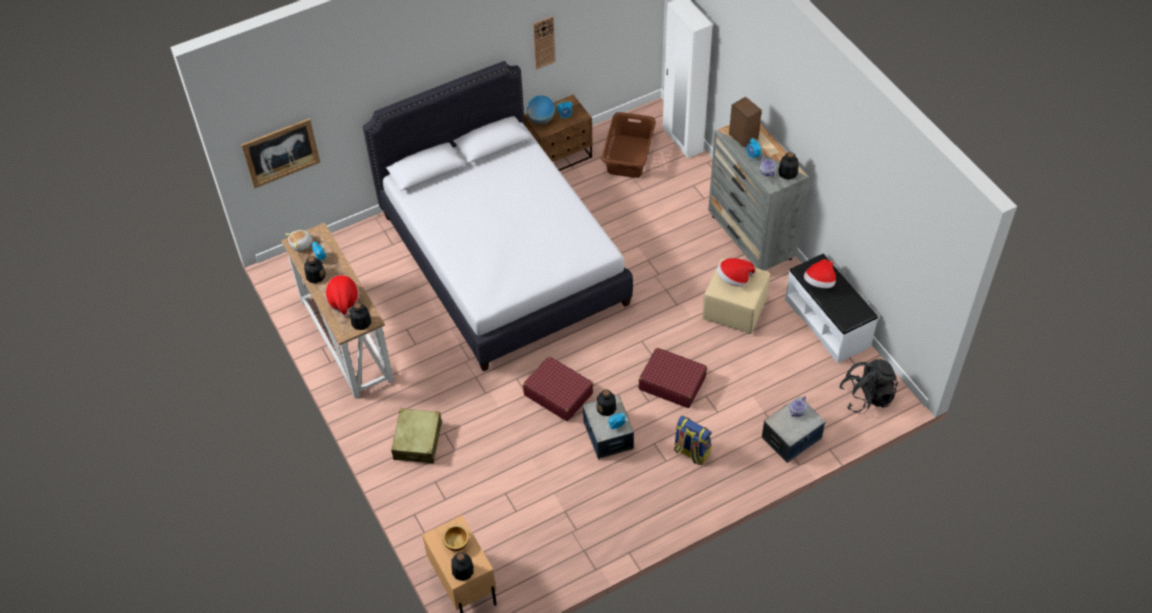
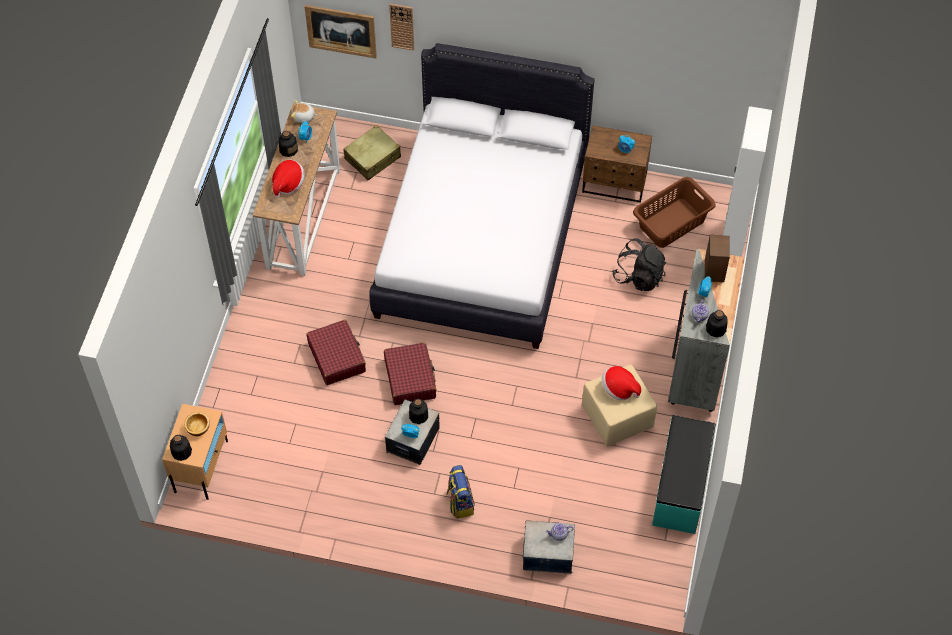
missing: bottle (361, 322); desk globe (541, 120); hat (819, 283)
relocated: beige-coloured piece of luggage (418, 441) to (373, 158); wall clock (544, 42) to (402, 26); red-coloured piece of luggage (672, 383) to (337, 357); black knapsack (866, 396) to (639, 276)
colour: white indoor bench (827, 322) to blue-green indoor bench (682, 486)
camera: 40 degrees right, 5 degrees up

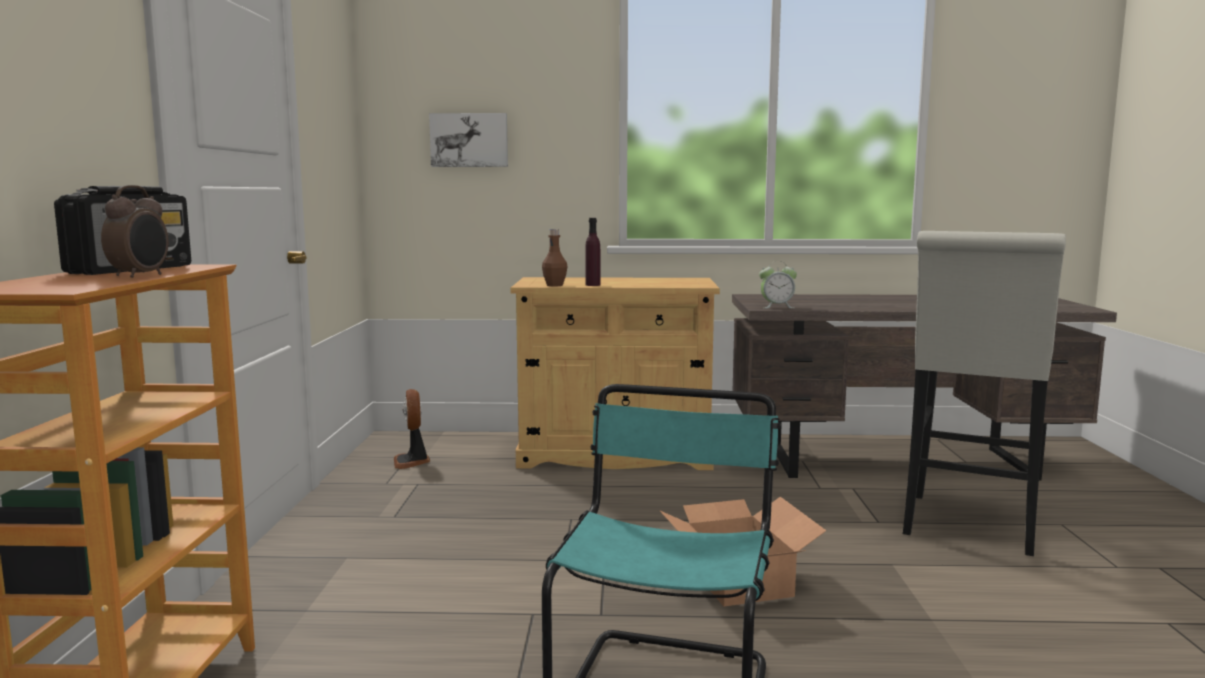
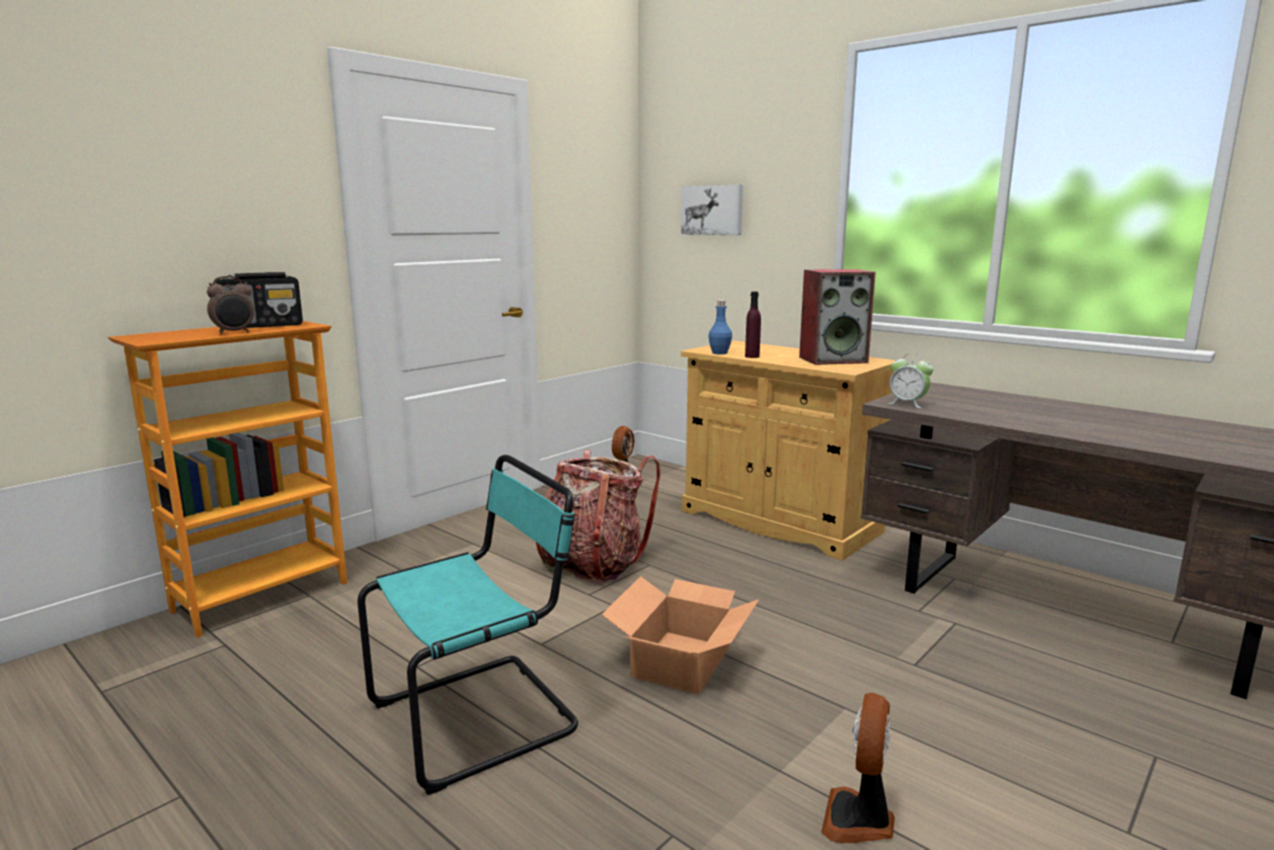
missing: white sitting stool (969, 528)
appeared: knapsack (592, 564); audio speaker (833, 360); cooling fan (859, 820)
colour: brown bottle (554, 285) to blue bottle (719, 353)
camera: 40 degrees right, 5 degrees up

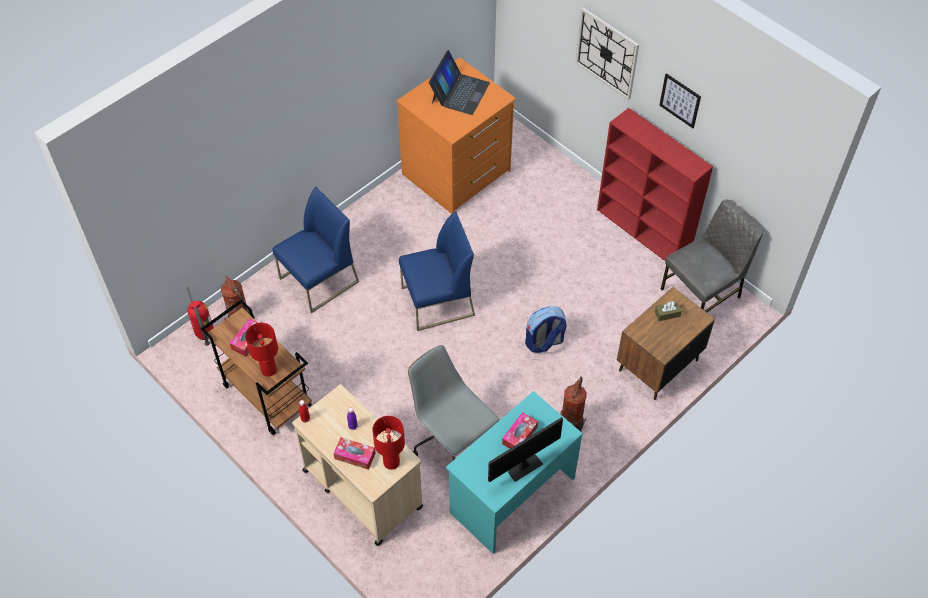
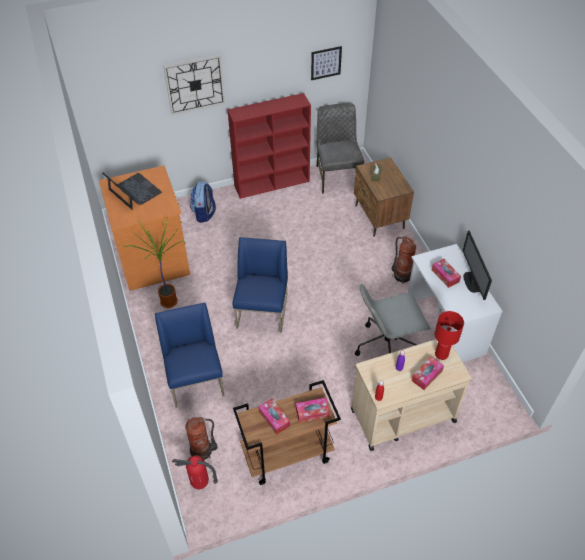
appeared: plant in a pot (167, 302)
relocated: knapsack (544, 342) to (204, 213); wall picture (680, 100) to (326, 63)
exchanged: red-coloured tabletop lamp (269, 370) to tissue box (312, 412)
colour: blue-green desk (511, 494) to white desk (443, 327)
camera: 65 degrees left, 5 degrees down

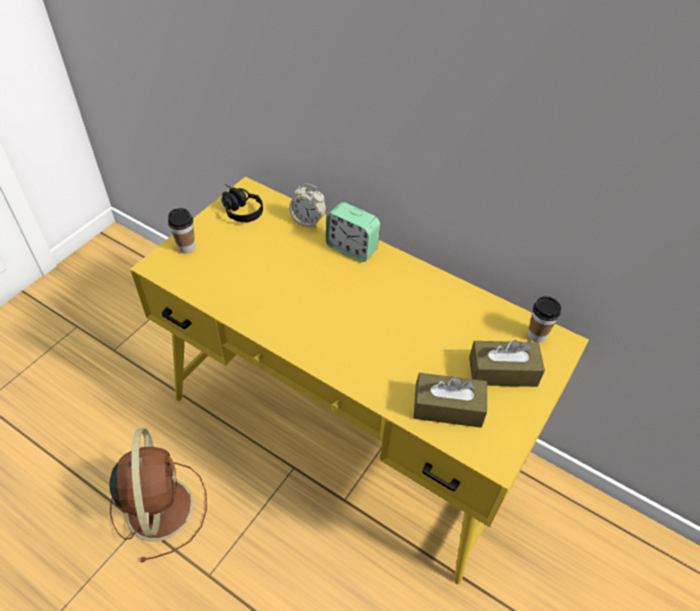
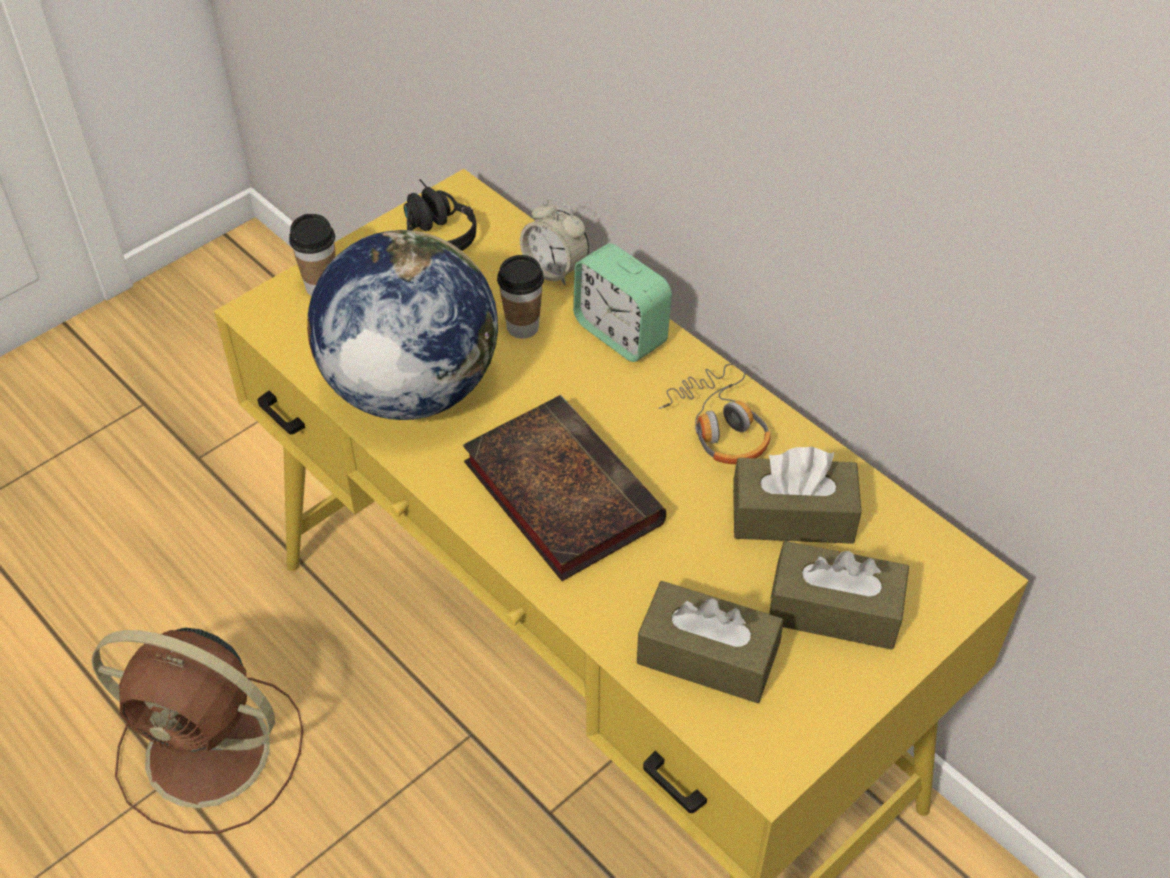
appeared: desk globe (410, 388); bound book (557, 491); headphones (720, 426); brown tissue box (792, 516)
relocated: cup (536, 335) to (522, 327)
spun: brown cooling fan (159, 505) = (213, 753) 105 degrees clockwise
camera: 15 degrees right, 0 degrees up

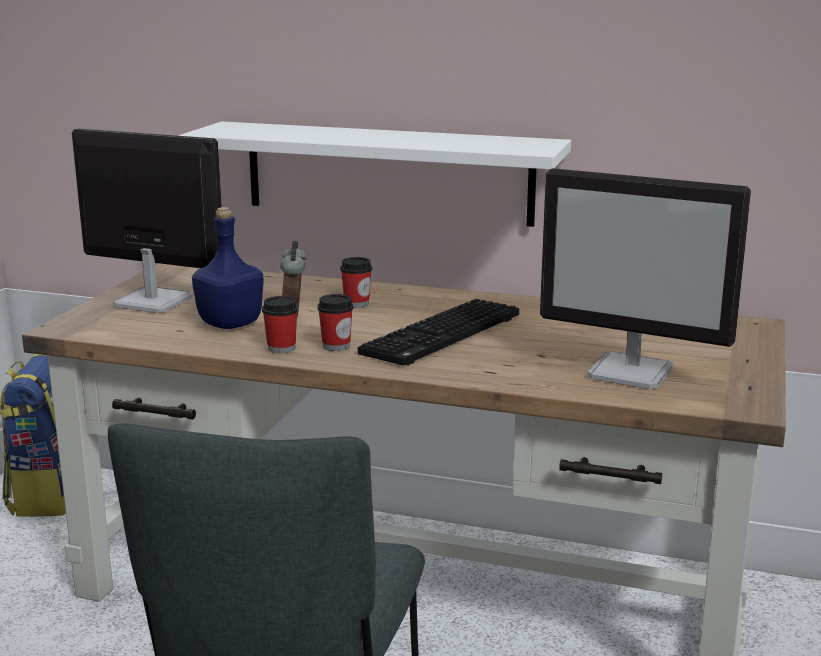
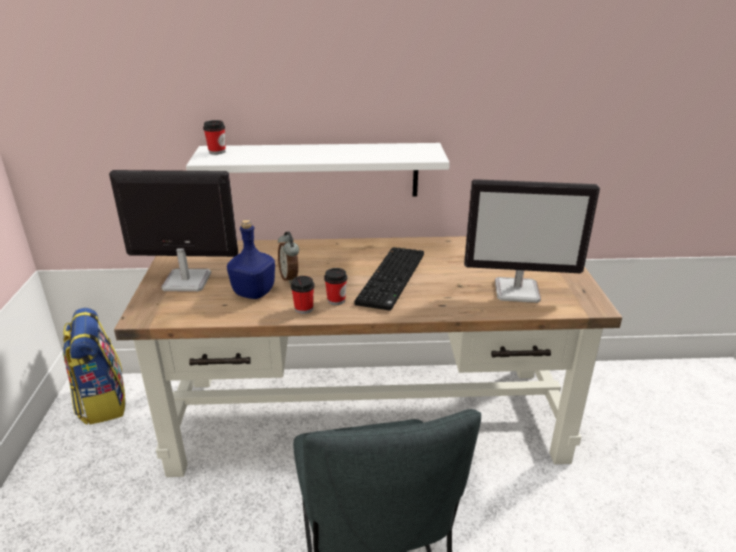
relocated: cup (356, 303) to (217, 152)
camera: 20 degrees left, 10 degrees up

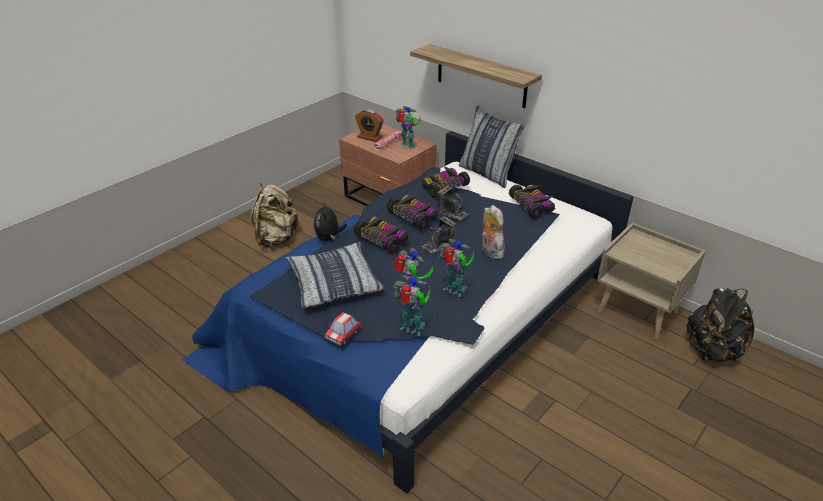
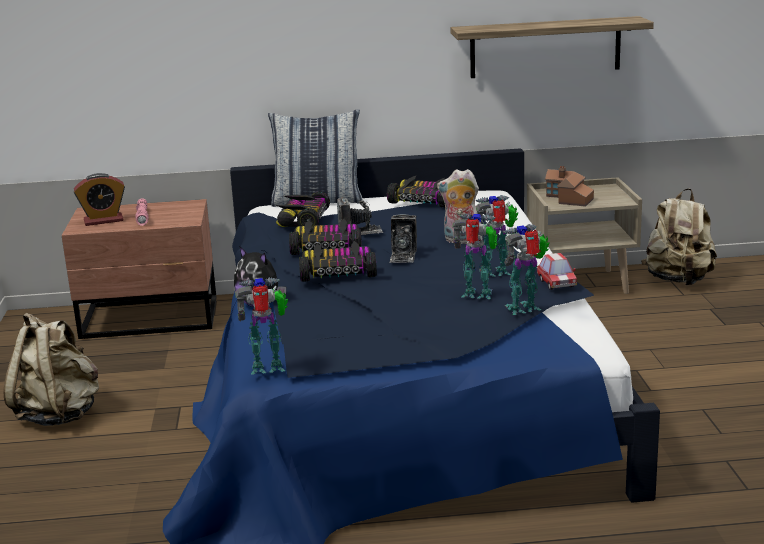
missing: cushion (333, 282)
appeared: model house (568, 199)
relocated: model car (343, 335) to (556, 283); model robot (407, 146) to (269, 368); shelf (481, 76) to (545, 47)
colour: black knapsack (711, 351) to beige-coloured knapsack (678, 281)
camera: 45 degrees left, 15 degrees down

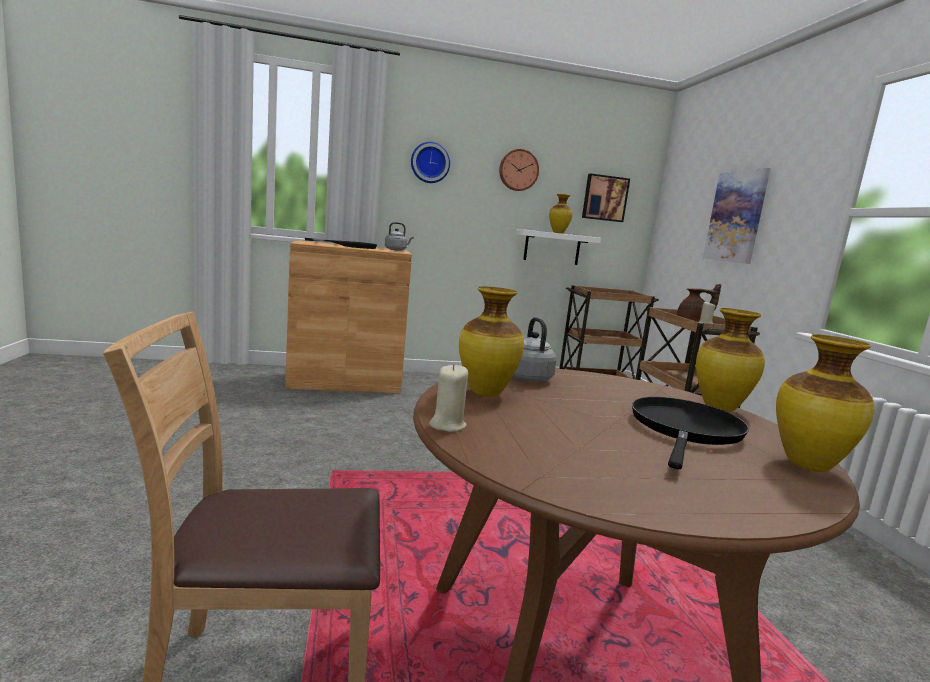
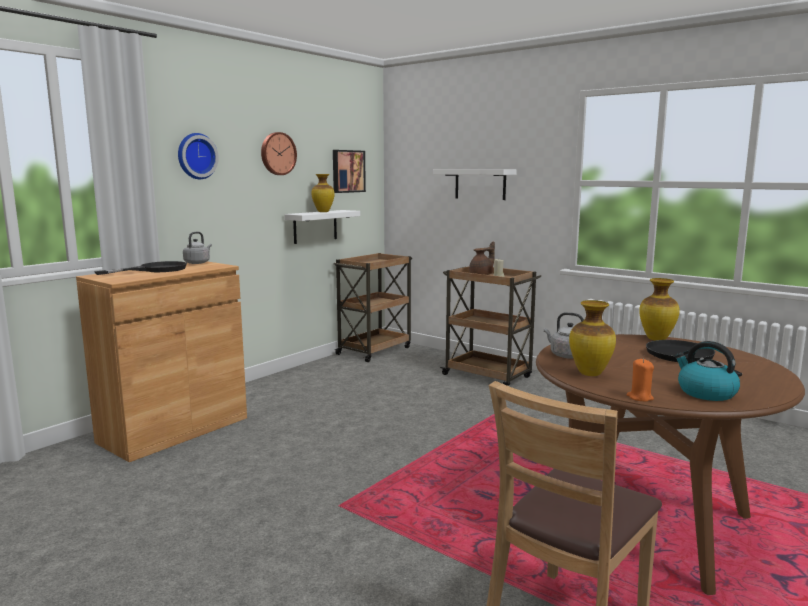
missing: flower vase (809, 465)
appeared: water kettle (705, 393)
exchanged: wall picture (736, 217) to white shelf (480, 184)
colour: beige-coloured wax candle (447, 425) to orange wax candle (640, 397)
camera: 40 degrees left, 0 degrees up

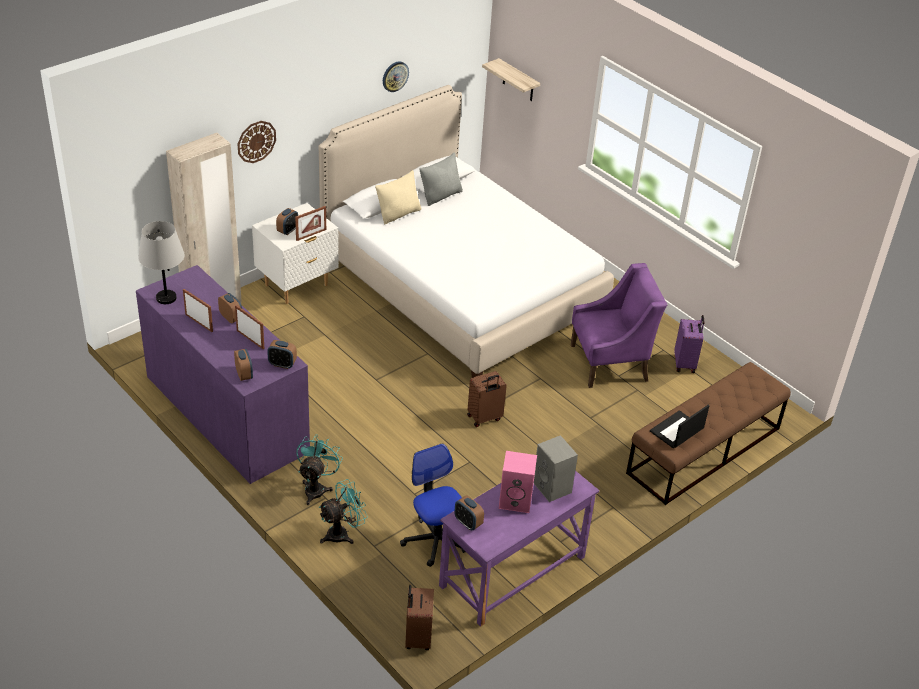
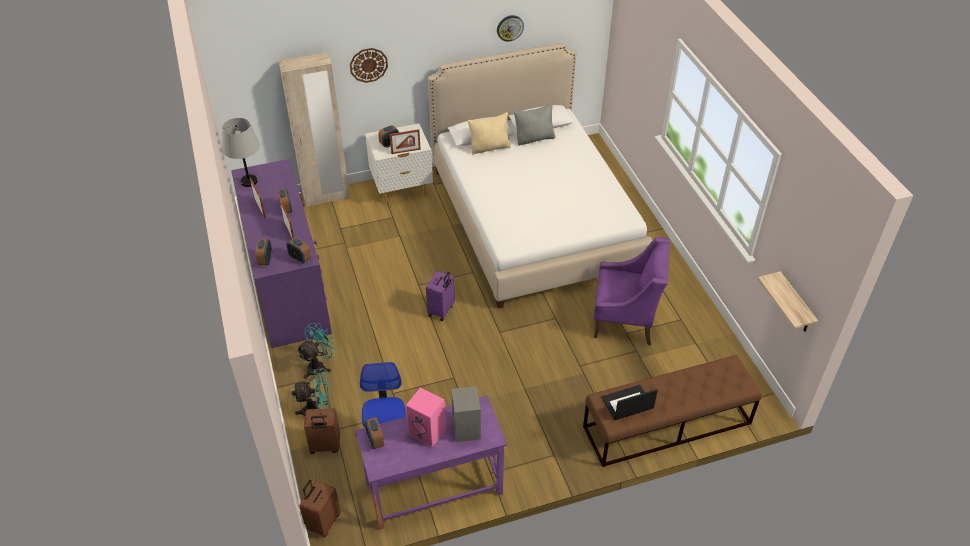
relocated: brown piece of luggage (484, 418) to (325, 446); shelf (518, 81) to (795, 304); purplish piece of luggage (685, 364) to (441, 311)
camera: 25 degrees right, 5 degrees up

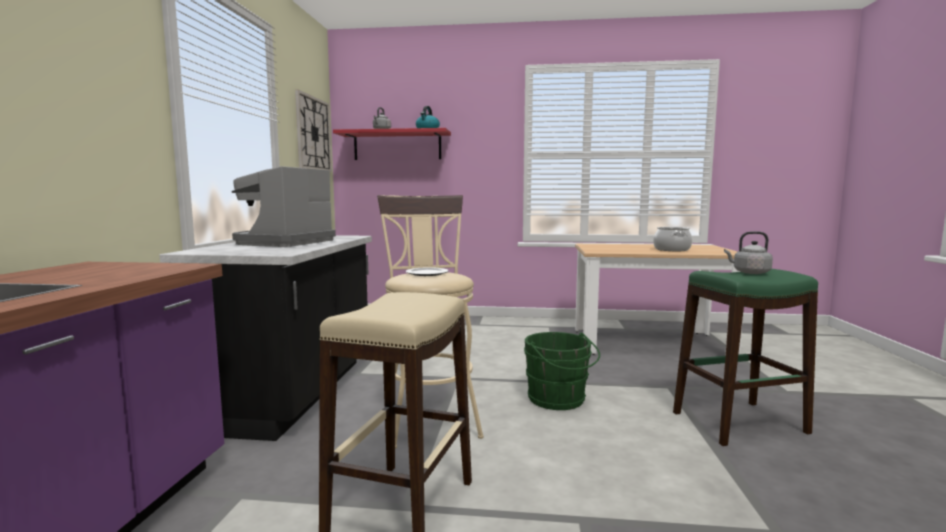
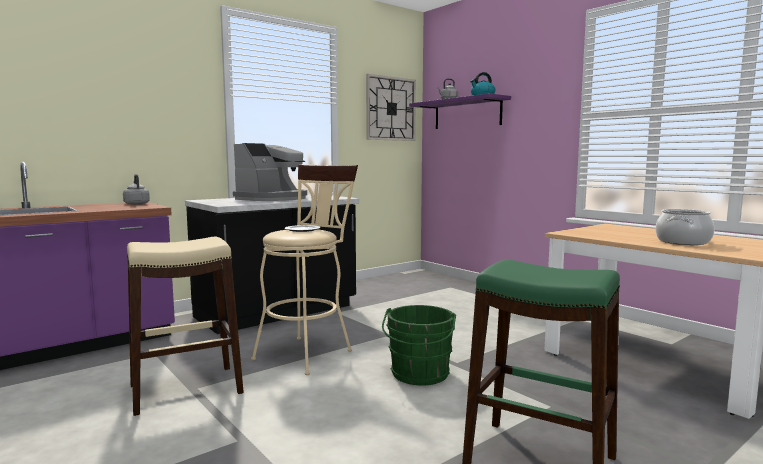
relocated: greyish water kettle (749, 272) to (136, 204)
colour: red-coloured shelf (397, 146) to purplish shelf (467, 114)
spun: coffee maker (283, 243) = (273, 199) 150 degrees clockwise
camera: 45 degrees right, 0 degrees up

